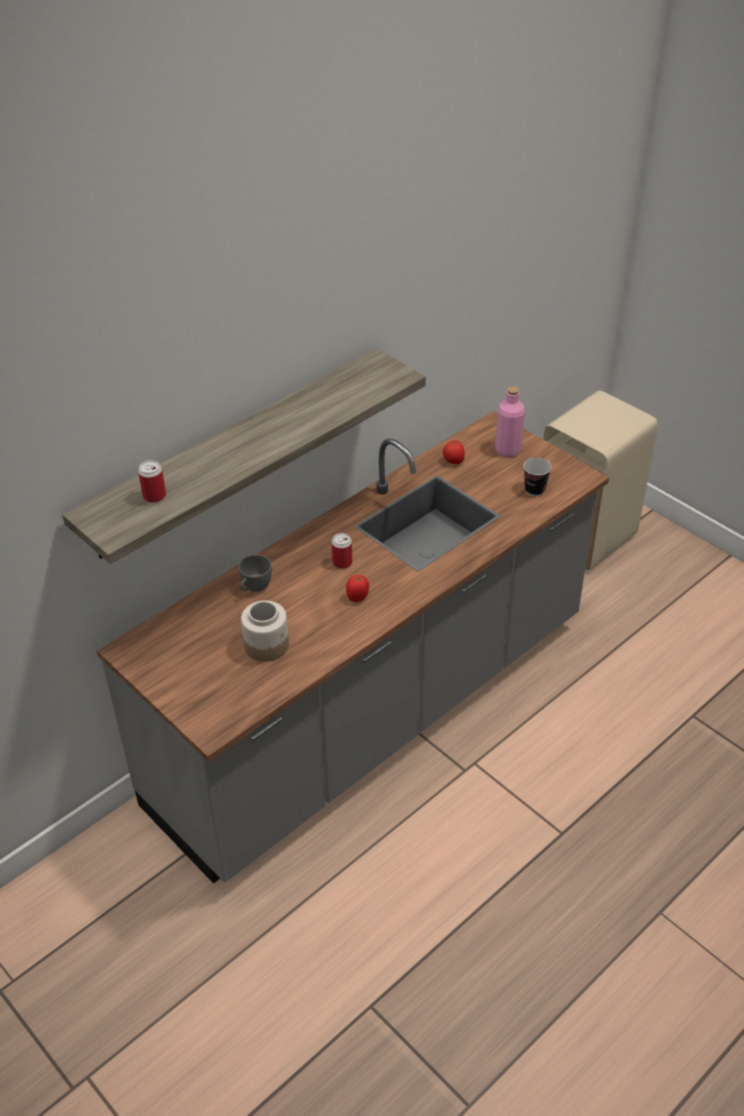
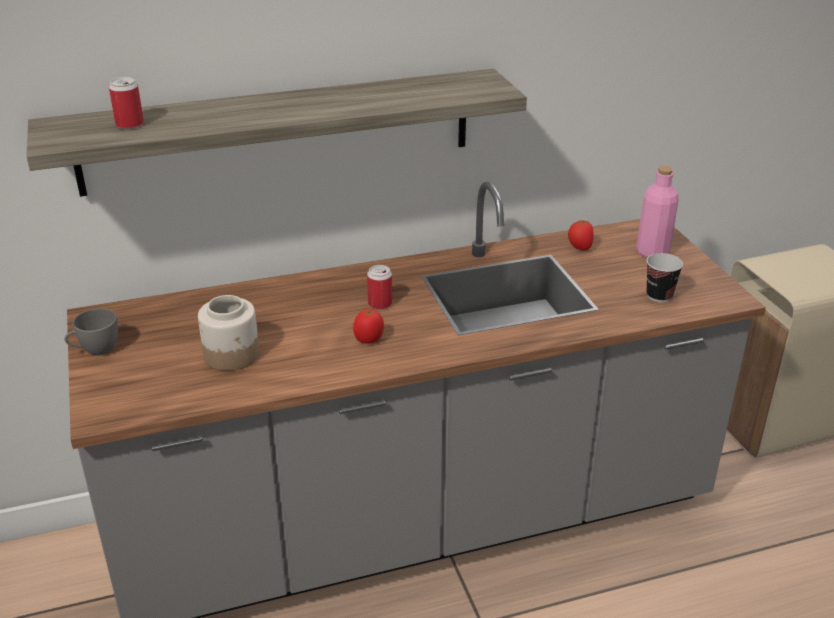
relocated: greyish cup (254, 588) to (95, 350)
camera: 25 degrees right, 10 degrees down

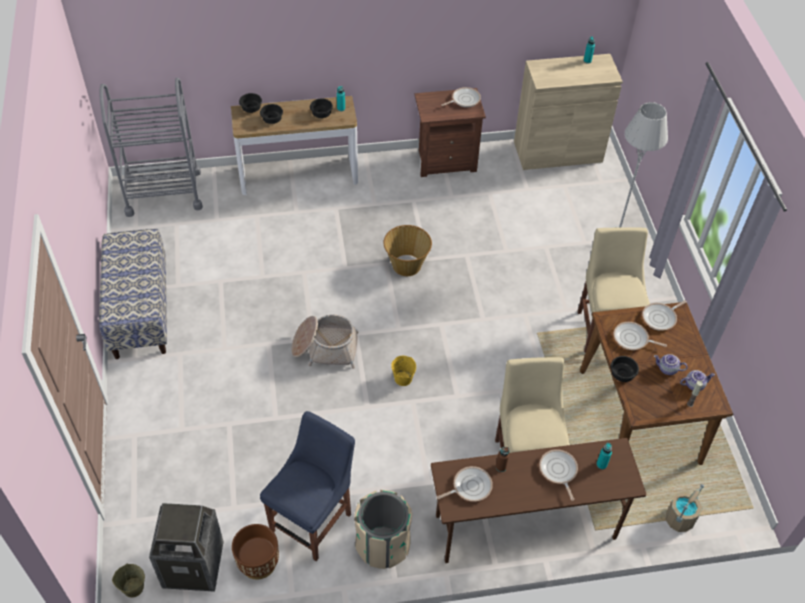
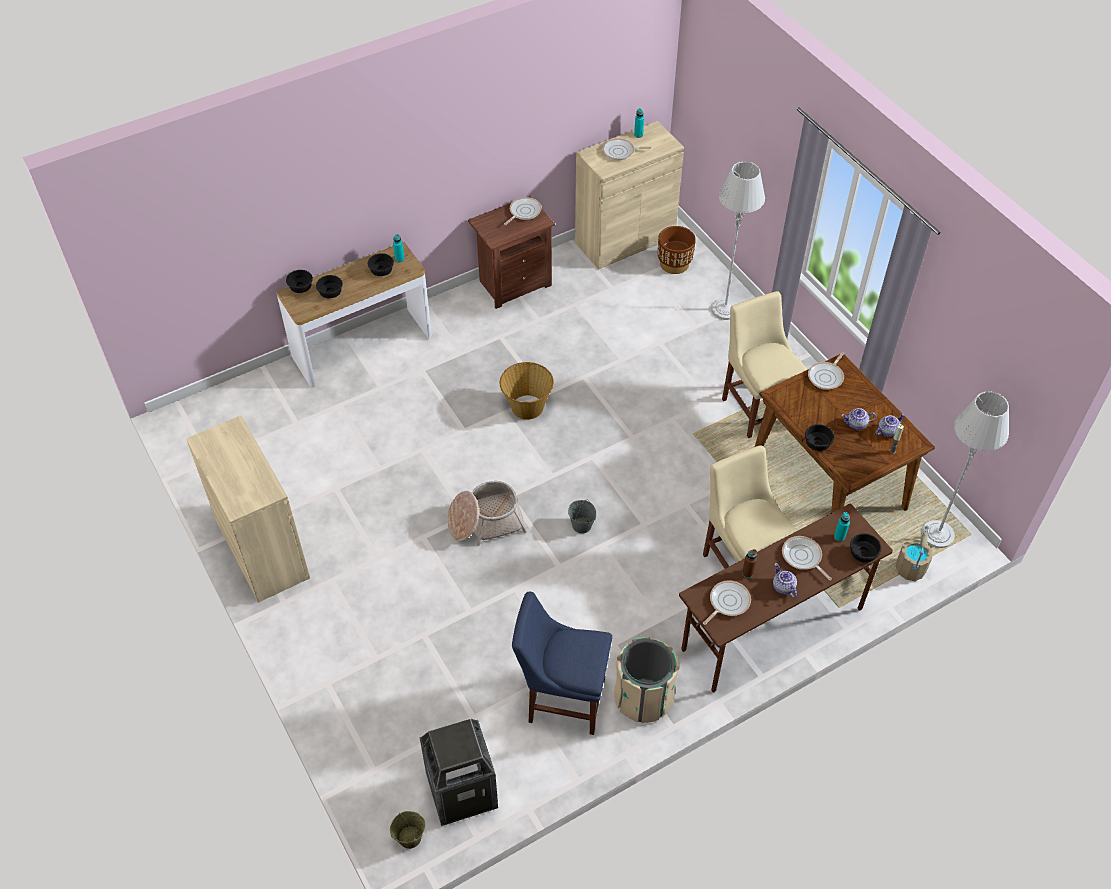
missing: greyish trolley (163, 193)
appeared: teapot (782, 587); black bowl (862, 553); greyish standard lamp (937, 535)
relocated: brown planter (258, 562) to (674, 264); frying pan (632, 339) to (620, 152)
exchanged: indoor bench (140, 311) to beige-coloured storage cabinet (262, 549)
colour: yellowish bucket (403, 379) to greyish bucket (582, 525)
spun: blue chair (314, 520) = (562, 699) 90 degrees counterclockwise
camera: 20 degrees left, 0 degrees up

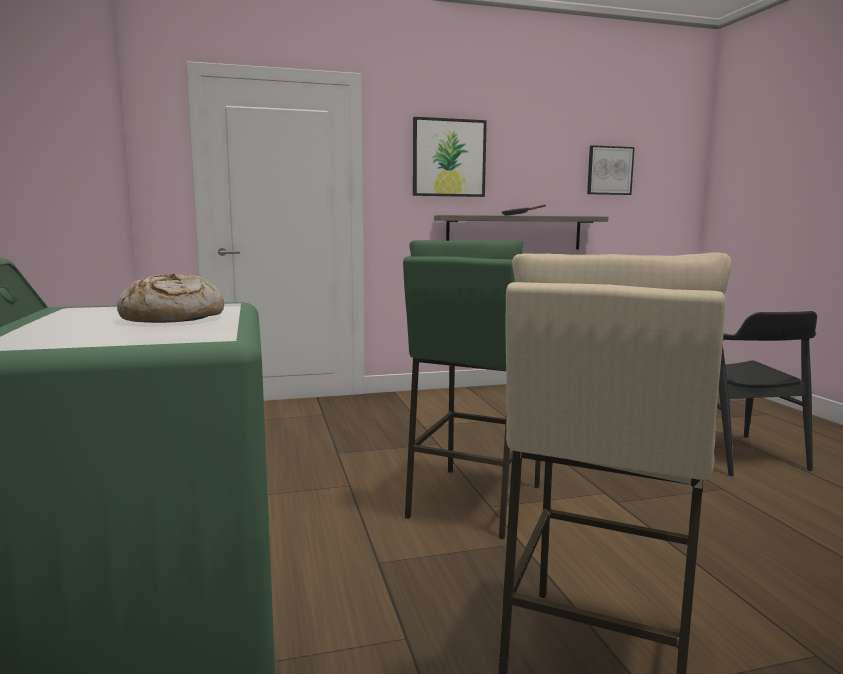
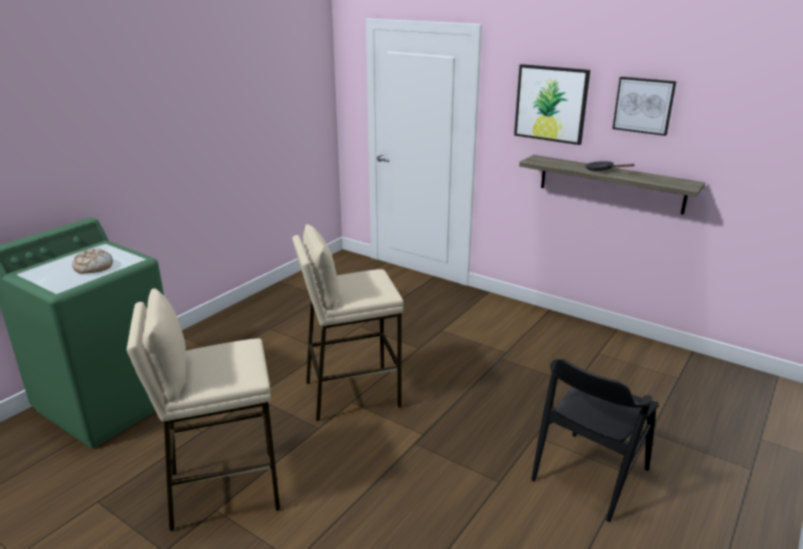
relocated: wall picture (609, 170) to (643, 105)
colour: greenish sitting stool (473, 501) to beige-coloured sitting stool (351, 394)
camera: 50 degrees right, 15 degrees up

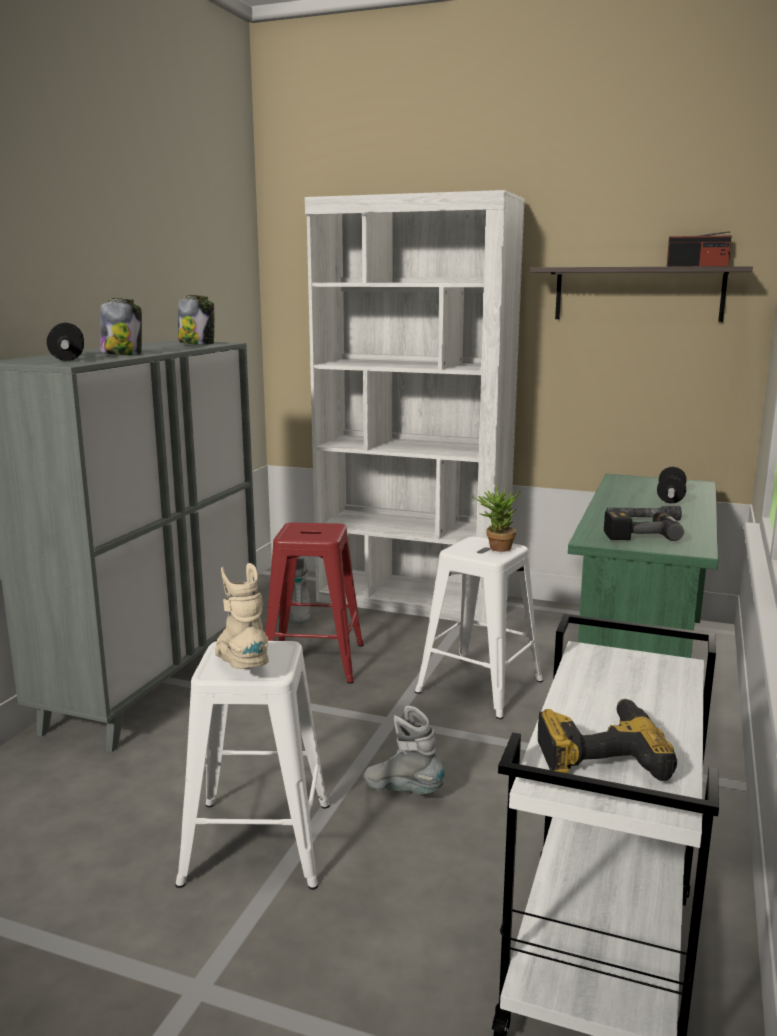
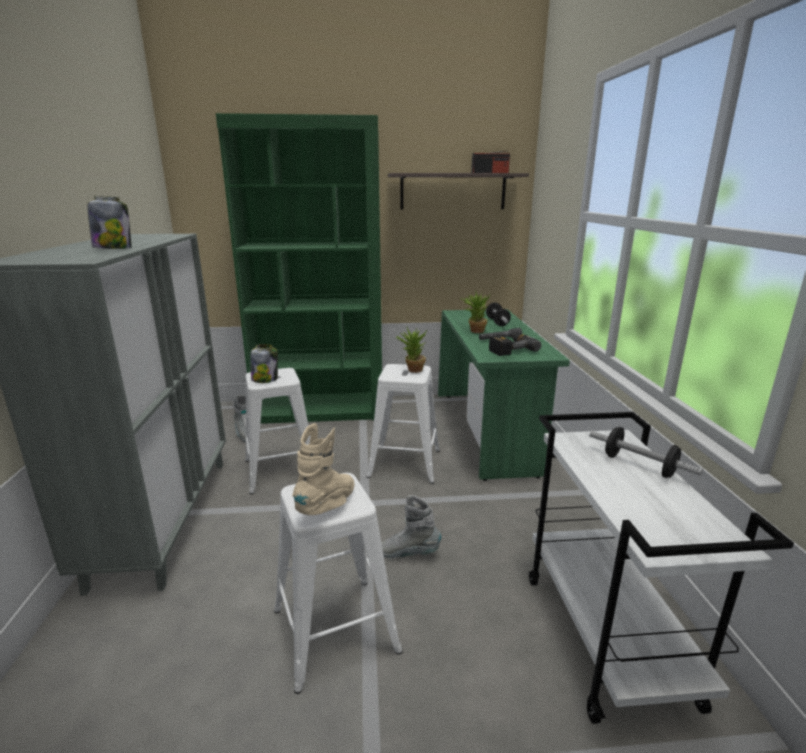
missing: drill (599, 753)
appeared: plant in a pot (474, 331)
relocated: dumbbell (67, 358) to (639, 466); storage jar (197, 344) to (265, 379)
colour: red-coloured sitting stool (315, 660) to white sitting stool (282, 469); white bookcase (412, 600) to greenish bookcase (320, 410)
spun: beige-coloured tall boot (242, 666) = (328, 506) 75 degrees clockwise
camera: 25 degrees left, 5 degrees up

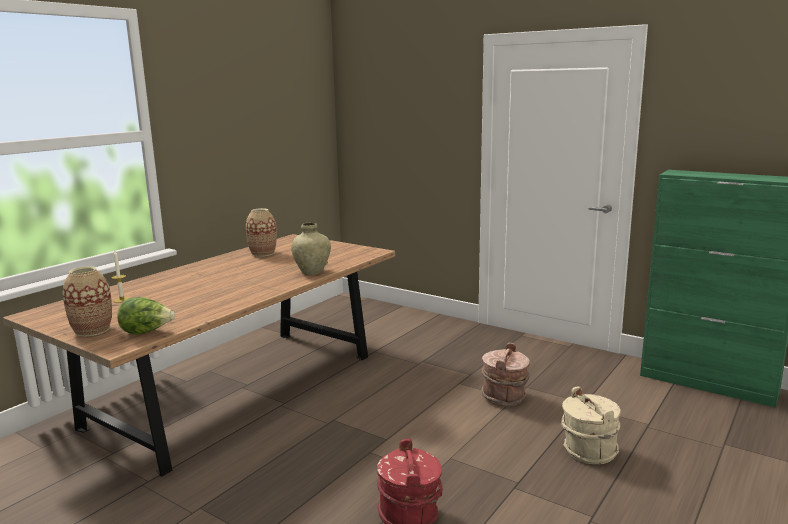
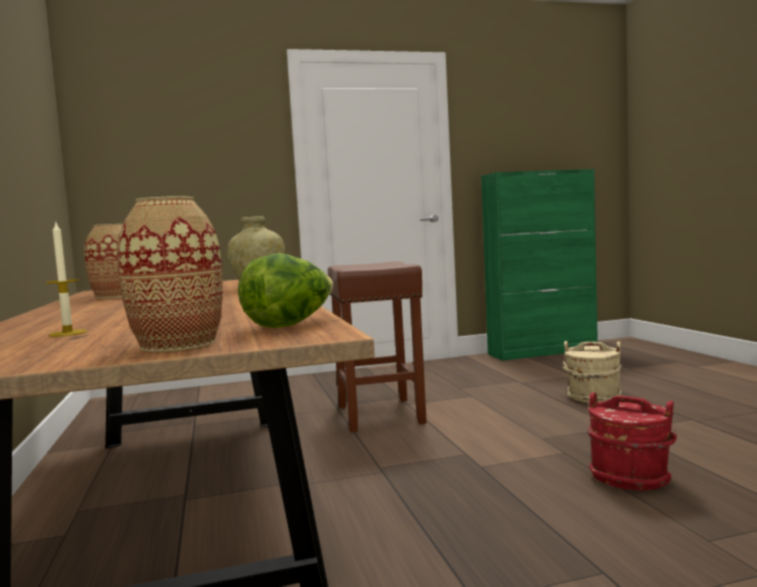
missing: brown bucket (504, 397)
appeared: brown sitting stool (381, 415)
camera: 50 degrees left, 10 degrees down

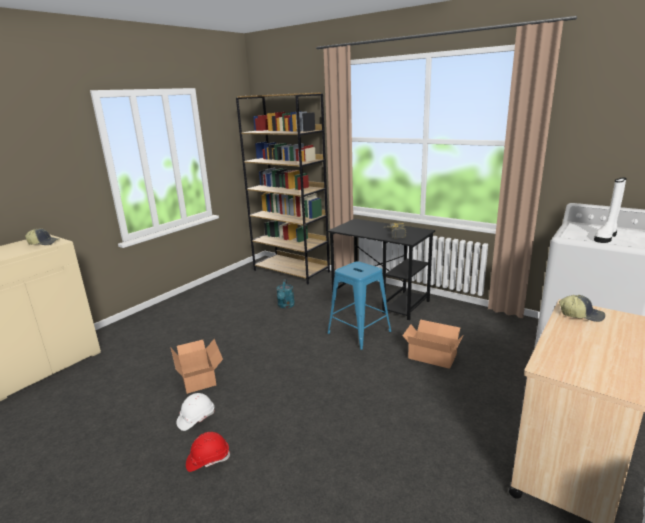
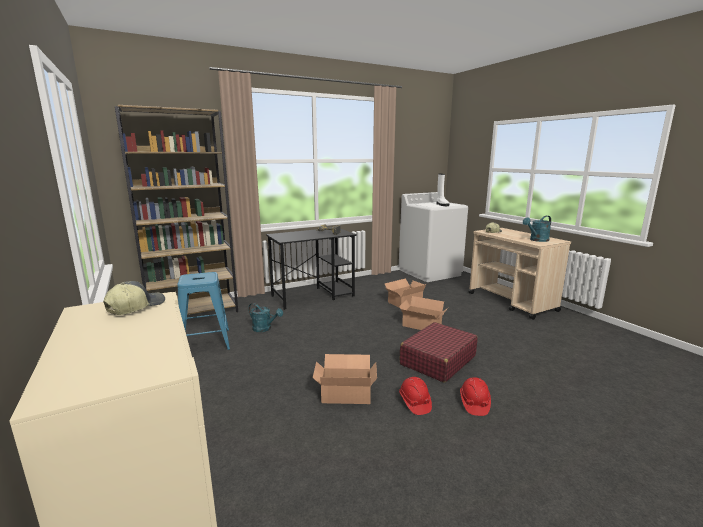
appeared: carton (422, 326); red-coloured piece of luggage (437, 360); blue-green sprinkling can (537, 240)
relocated: blue sitting stool (359, 332) to (206, 342)
colour: white work helmet (196, 418) to red-coloured work helmet (414, 403)
camera: 65 degrees left, 5 degrees down

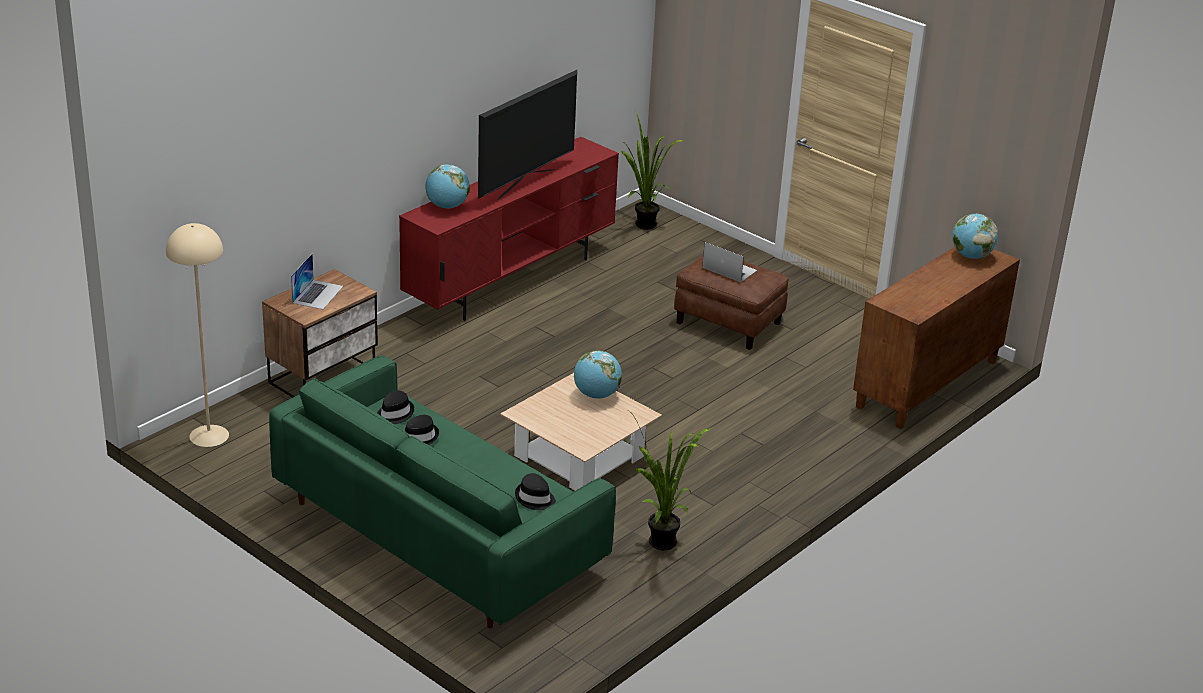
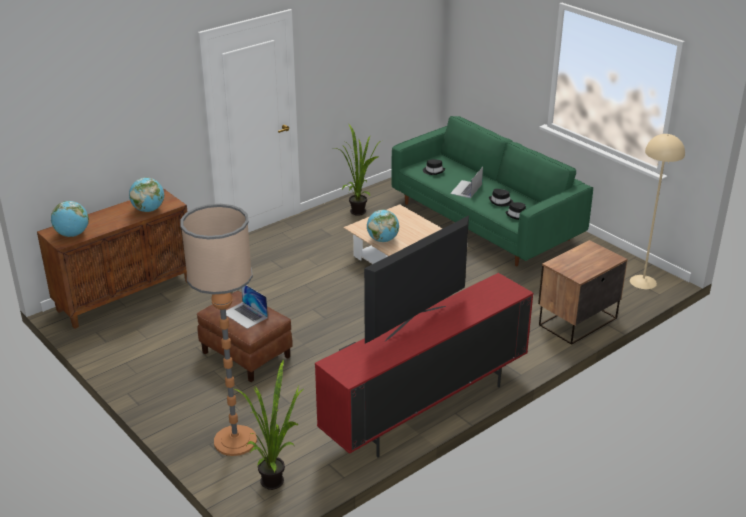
appeared: standard lamp (235, 441)
relocated: portable computer (318, 294) to (466, 189); desk globe (447, 206) to (148, 210)
camera: 170 degrees left, 0 degrees up

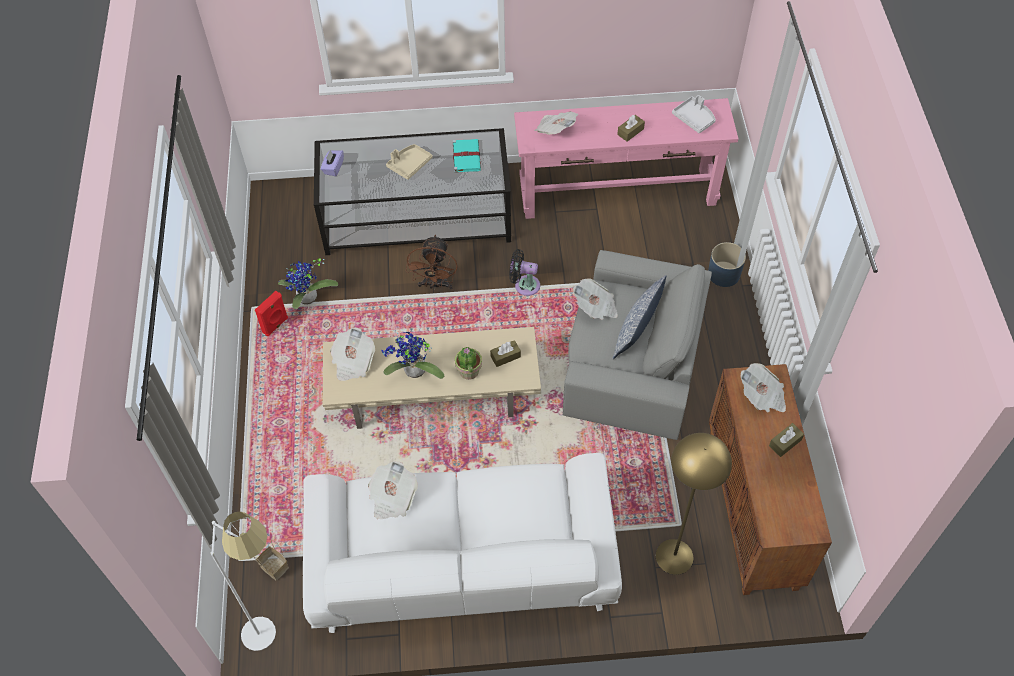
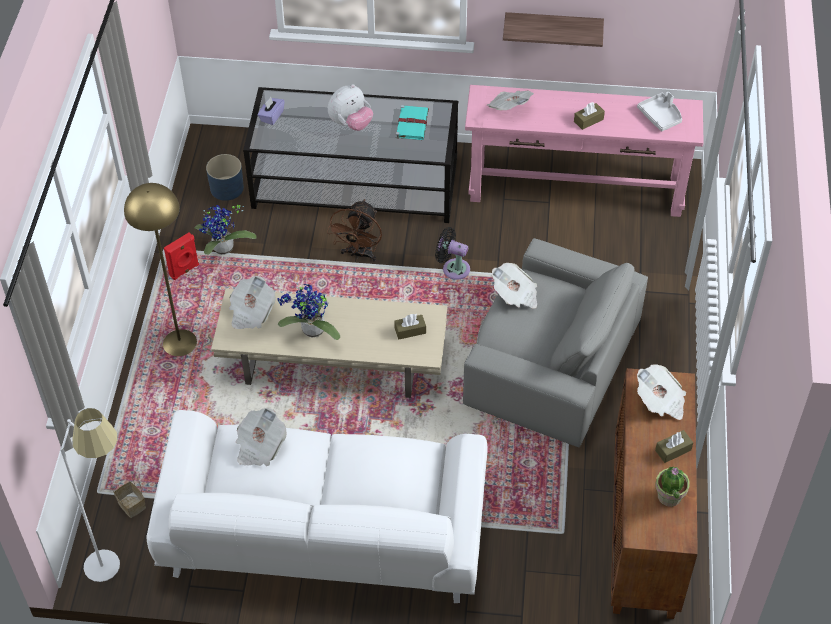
missing: cushion (637, 327)
appeared: shelf (553, 28)
relocated: plant in a pot (469, 371) to (669, 497); yellowish standard lamp (674, 556) to (180, 343); blue planter (723, 274) to (226, 188)
exchanged: beige-coloured carrying tray (409, 165) to soft toy (351, 124)
camera: 10 degrees right, 5 degrees down

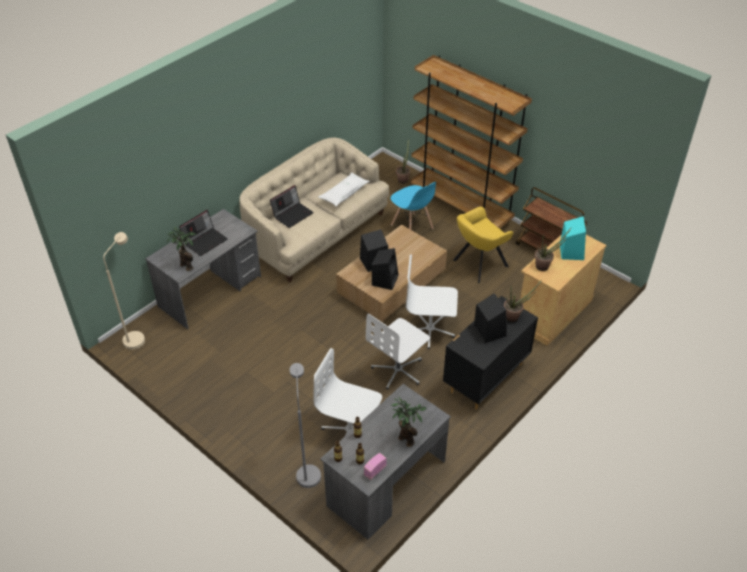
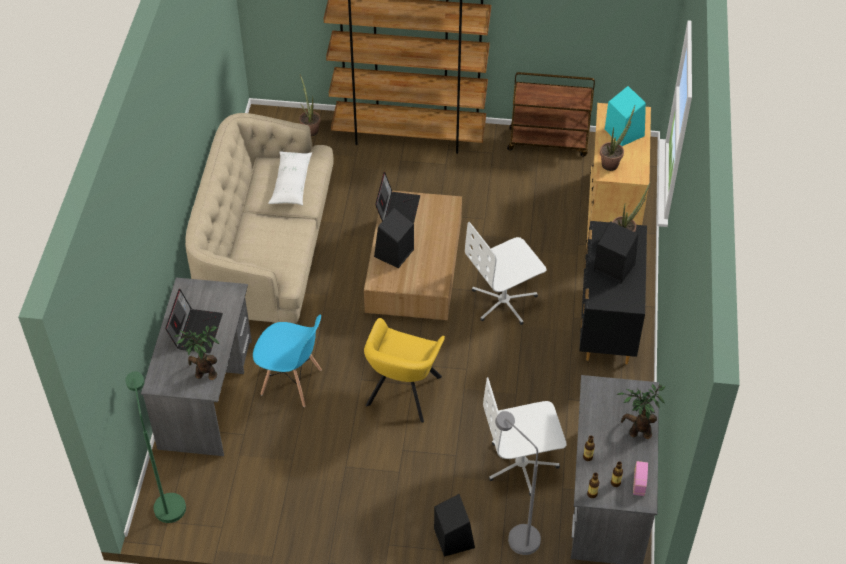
missing: white office chair (398, 370)
relocated: portable computer (292, 214) to (397, 209); black audio speaker (385, 279) to (453, 537); blue chair (412, 227) to (292, 383); yellowish lounge chair (478, 264) to (402, 394)
colour: beige-coloured standard lamp (136, 336) to greenish standard lamp (167, 501)
camera: 35 degrees left, 5 degrees up

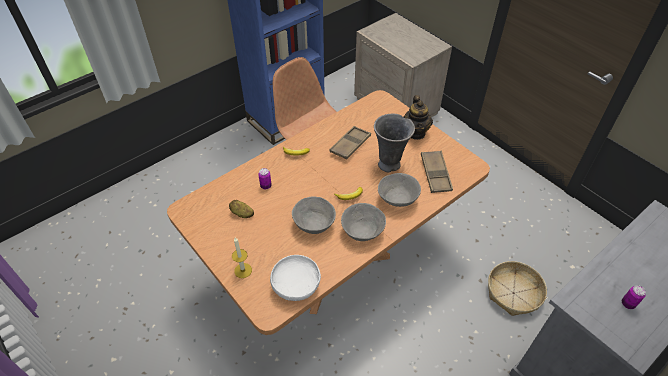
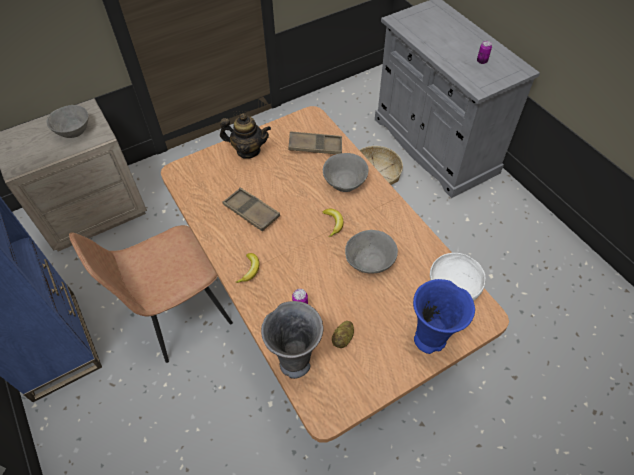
relocated: greyish bowl (362, 232) to (74, 131); greyish flower vase (390, 165) to (296, 361)
exchanged: wax candle (243, 270) to blue flower vase (431, 340)
camera: 80 degrees left, 5 degrees up

